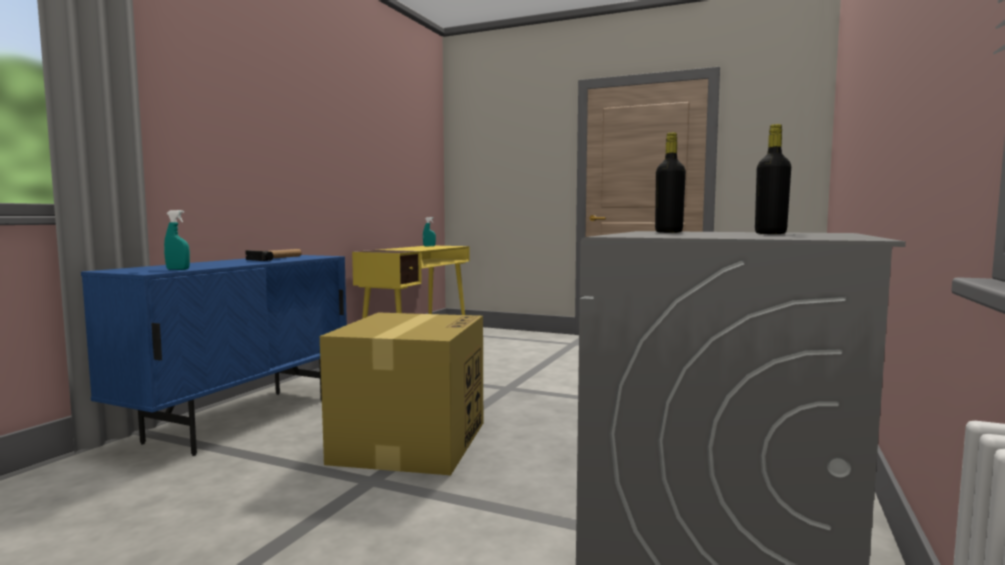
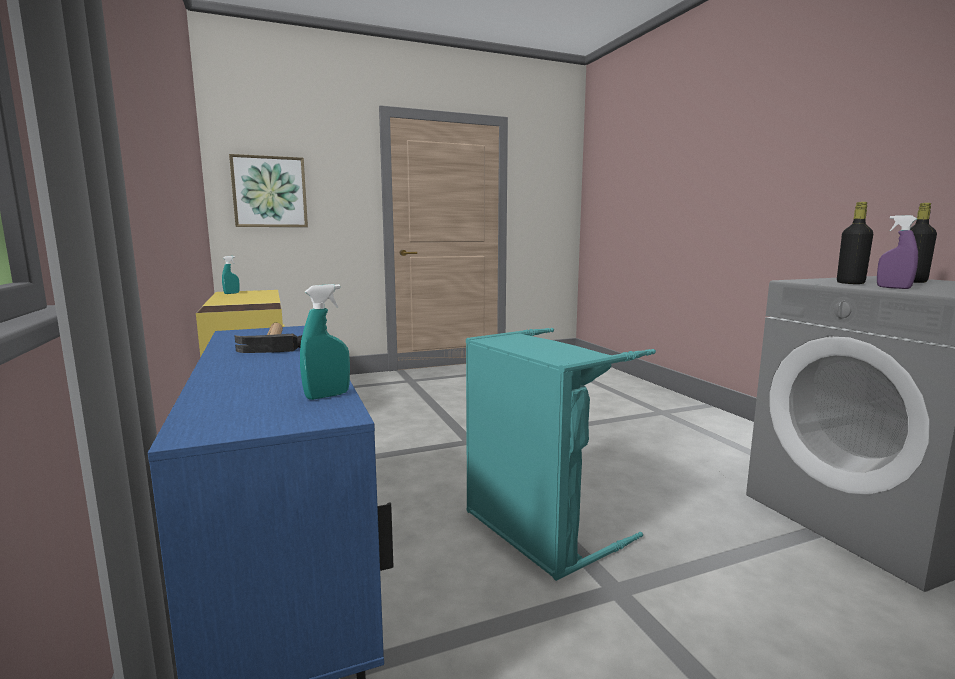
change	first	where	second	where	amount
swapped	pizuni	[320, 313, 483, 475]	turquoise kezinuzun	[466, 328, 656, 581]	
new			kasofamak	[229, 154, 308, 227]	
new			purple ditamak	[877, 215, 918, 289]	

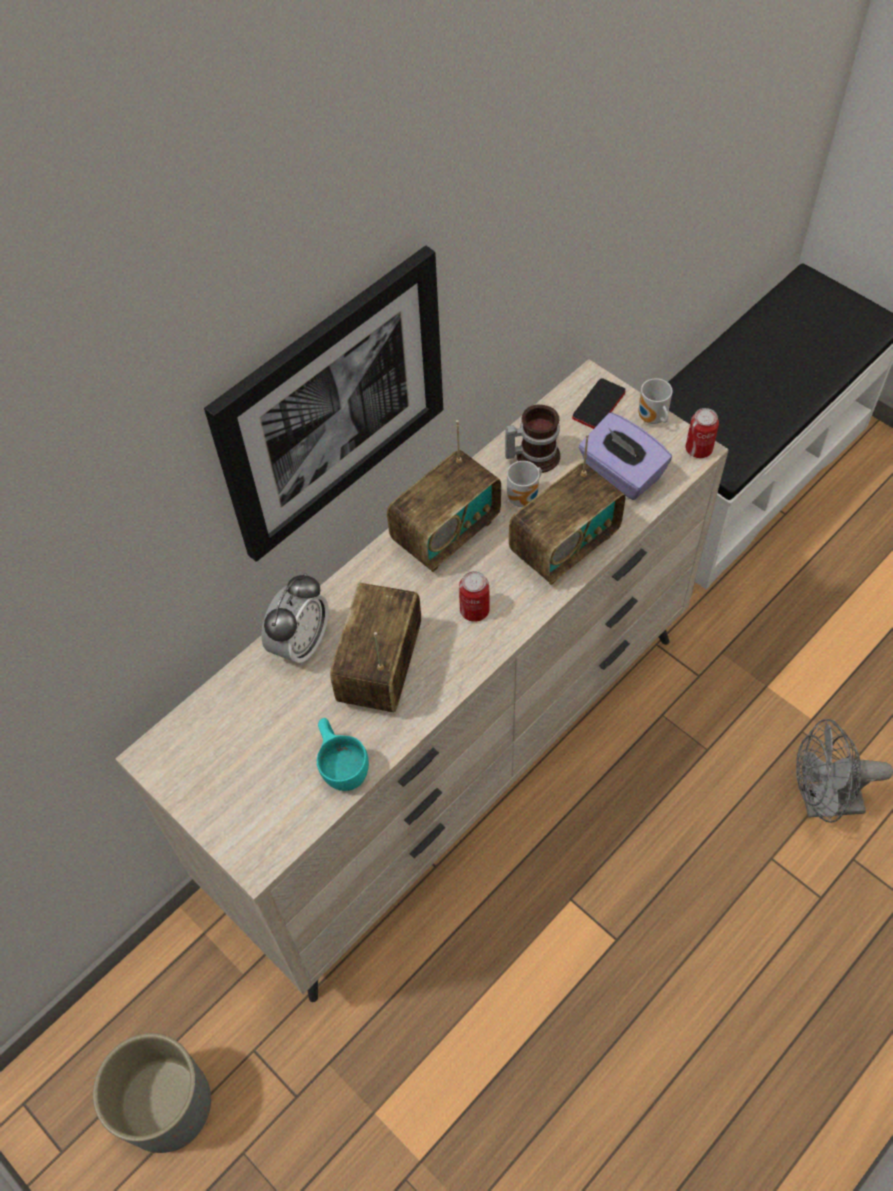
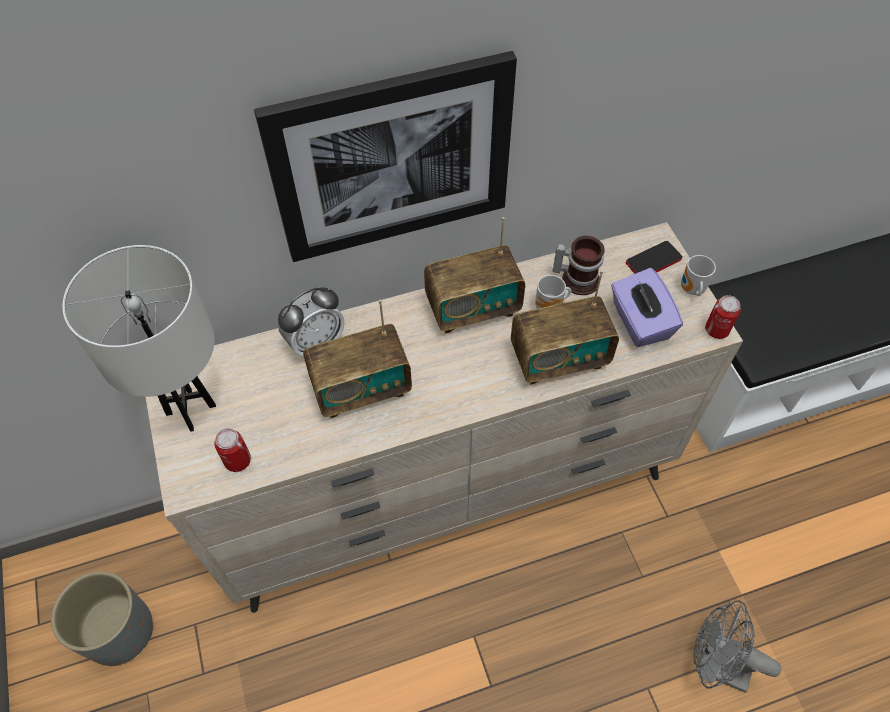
change	first	where	second	where	amount
shifted	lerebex	[459, 571, 490, 622]		[214, 428, 251, 472]	
rotated	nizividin	[330, 583, 421, 712]		[303, 300, 412, 418]	150 degrees counterclockwise
gone	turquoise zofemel	[317, 718, 369, 791]			
new			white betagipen	[63, 245, 216, 432]	

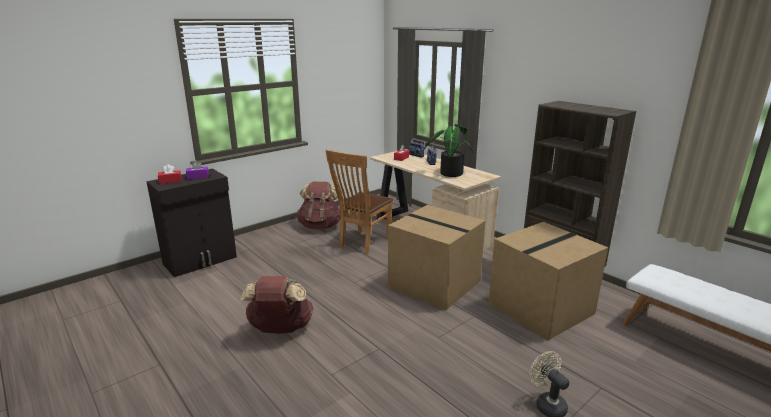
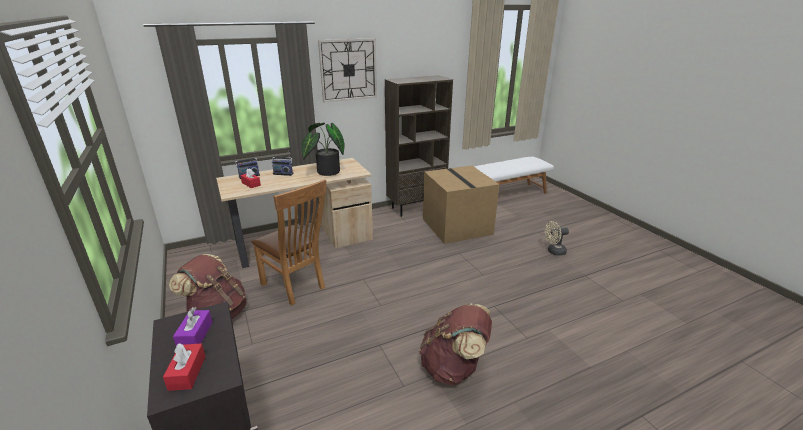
change	first	where	second	where	amount
gone	pizuni	[388, 205, 486, 311]			
new			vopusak	[318, 38, 377, 102]	

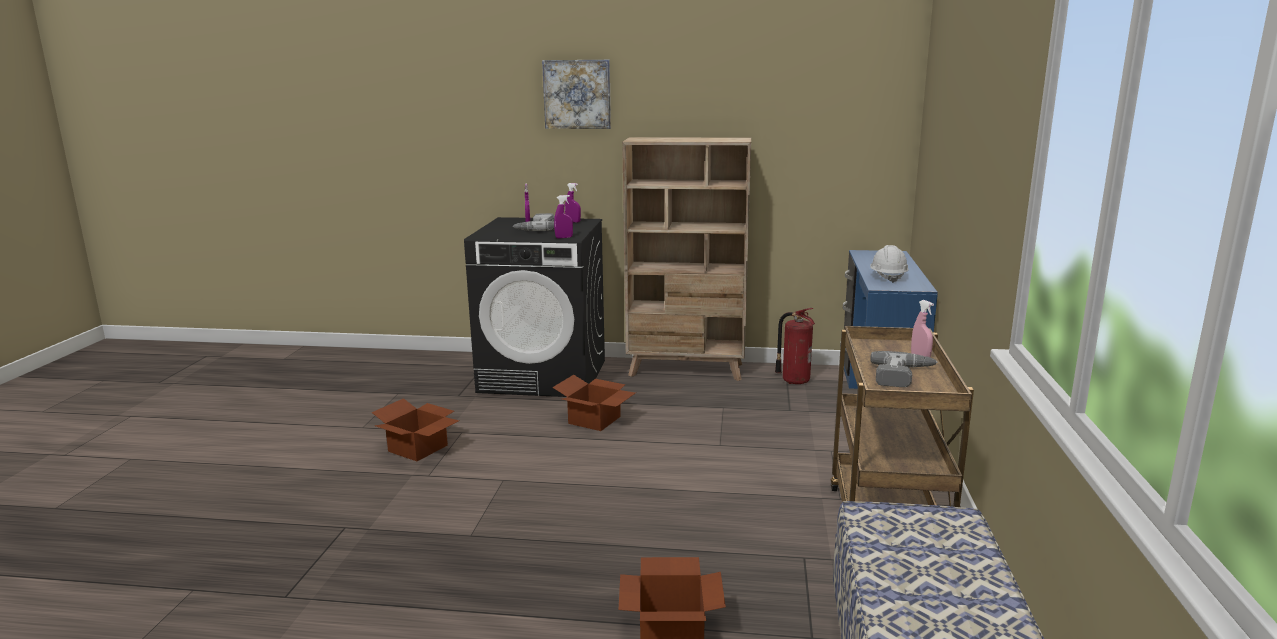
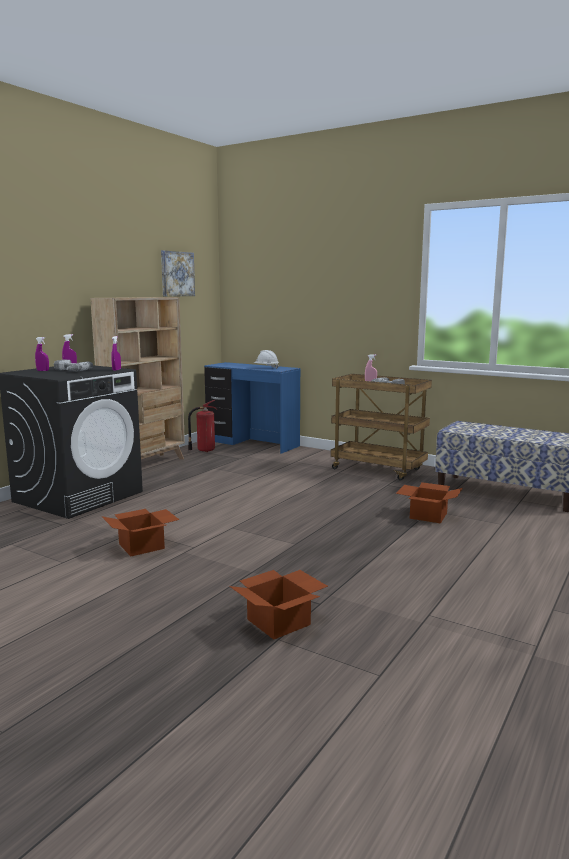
change	first	where	second	where	amount
shifted	kasofamak	[542, 60, 611, 129]		[161, 250, 195, 297]	
shifted	pizuni	[552, 375, 636, 431]		[229, 570, 328, 640]	

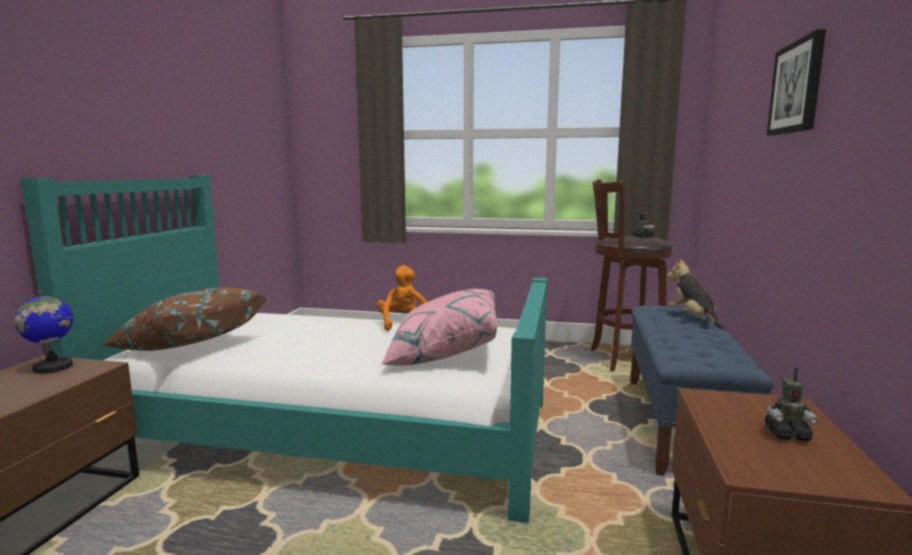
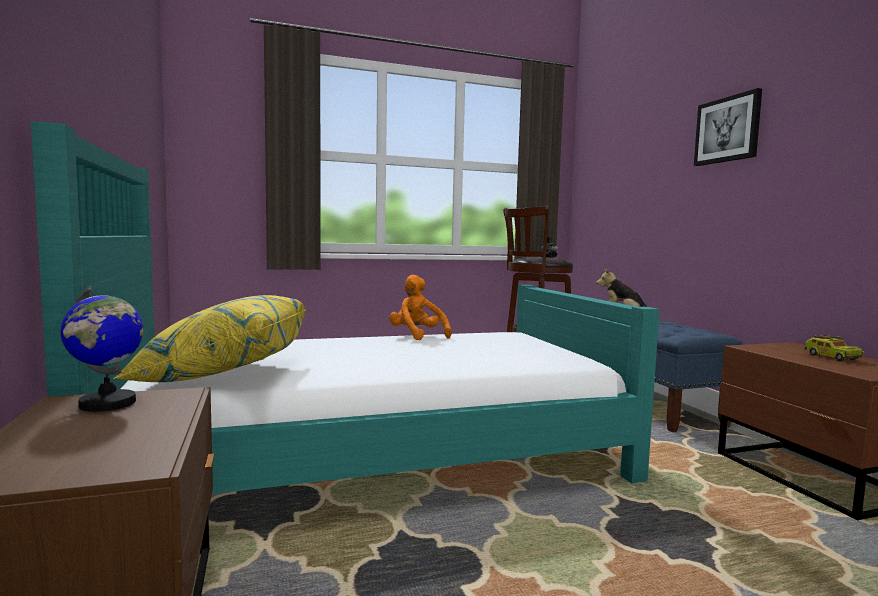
change	first	where	second	where	amount
repainted	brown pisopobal	[102, 287, 269, 351]	yellow pisopobal	[113, 295, 306, 382]	
gone	pink pisopobal	[381, 289, 497, 365]			
swapped	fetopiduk	[765, 367, 818, 441]	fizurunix	[804, 335, 864, 361]	

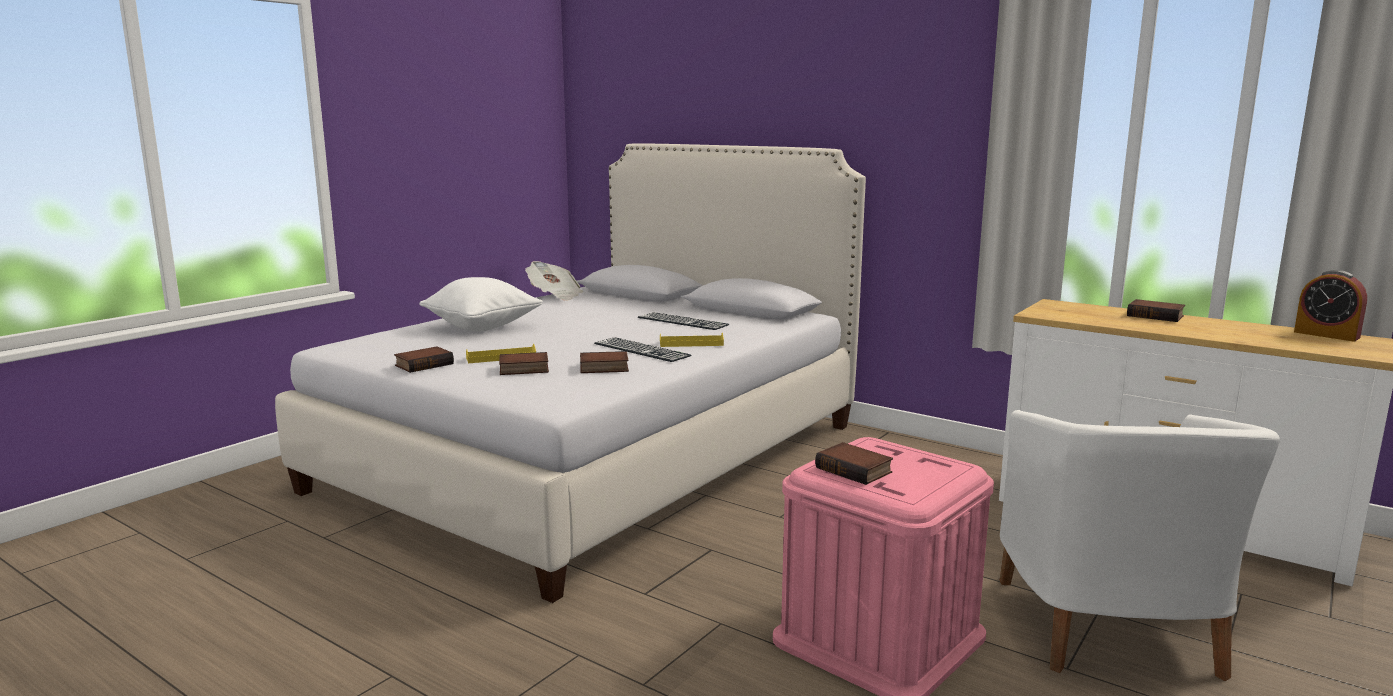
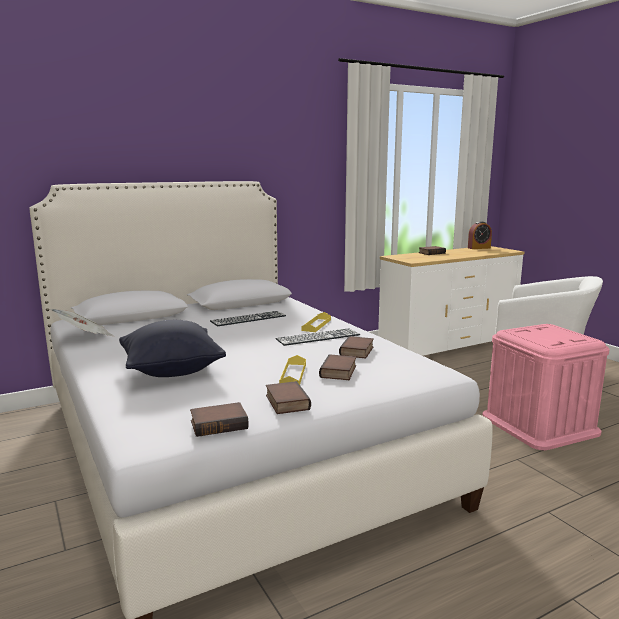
change	first	where	second	where	amount
repainted	white pisopobal	[419, 277, 543, 332]	black pisopobal	[119, 320, 226, 377]	
shifted	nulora	[815, 442, 893, 485]		[190, 402, 249, 437]	

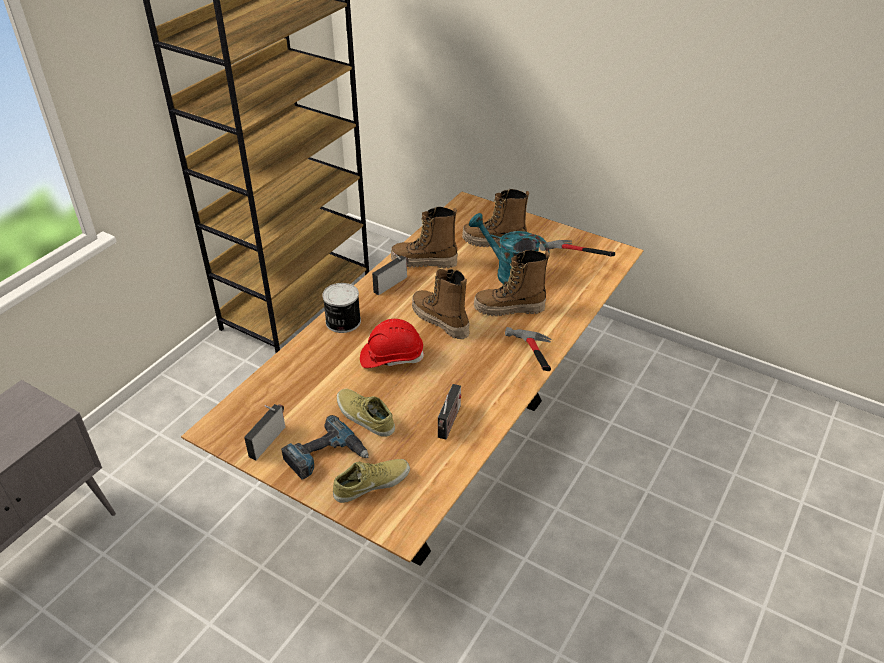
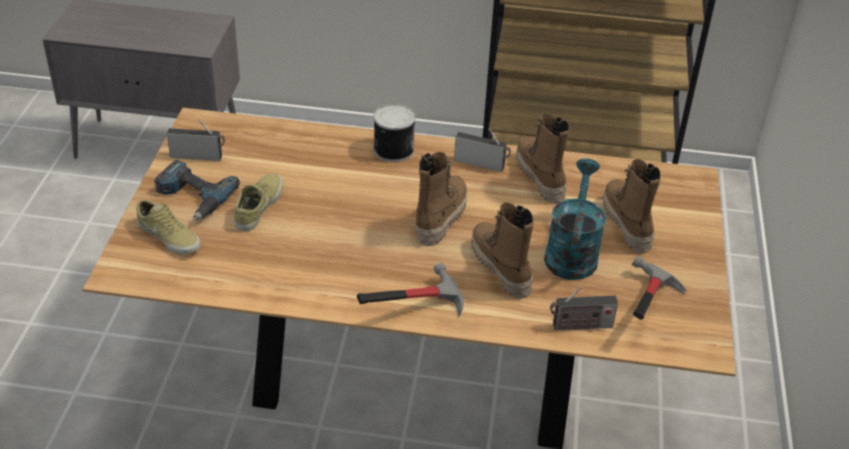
change	first	where	second	where	amount
gone	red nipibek	[360, 319, 424, 368]			
shifted	nizividin	[438, 384, 461, 440]		[550, 286, 618, 331]	

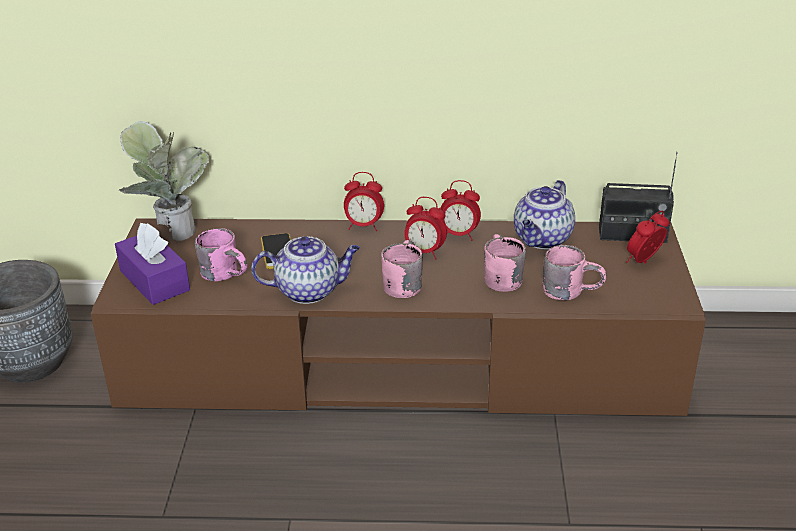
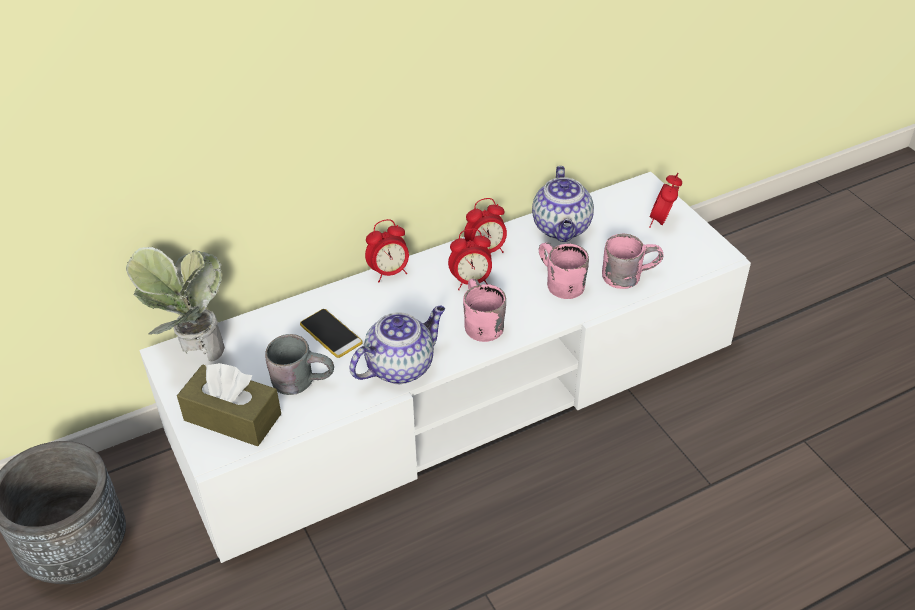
change	first	where	second	where	amount
gone	nizividin	[599, 152, 678, 243]			
repainted	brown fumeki	[91, 218, 706, 416]	white fumeki	[139, 172, 751, 563]	
repainted	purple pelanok	[115, 223, 190, 305]	brown pelanok	[177, 363, 281, 446]	
repainted	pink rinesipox	[195, 228, 247, 281]	grey rinesipox	[265, 334, 334, 395]	

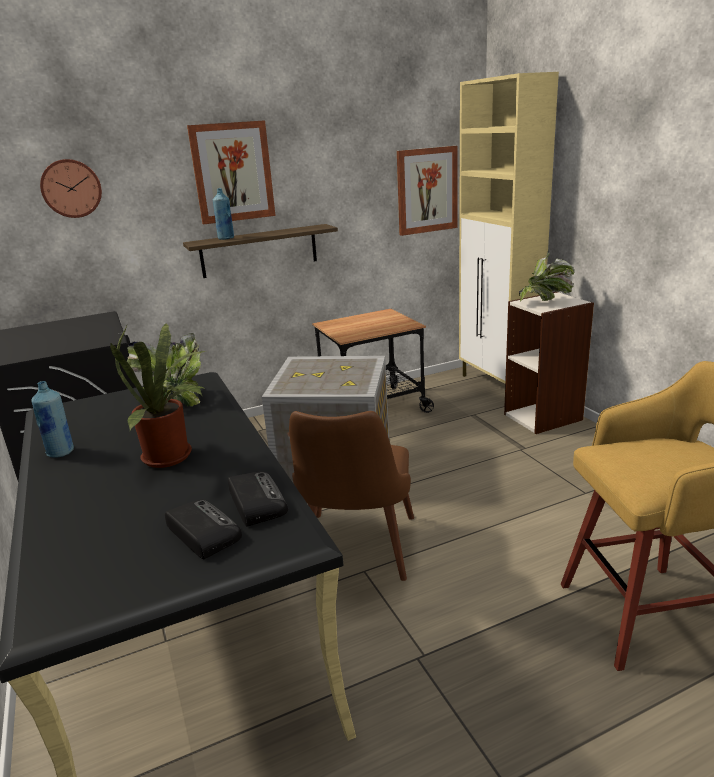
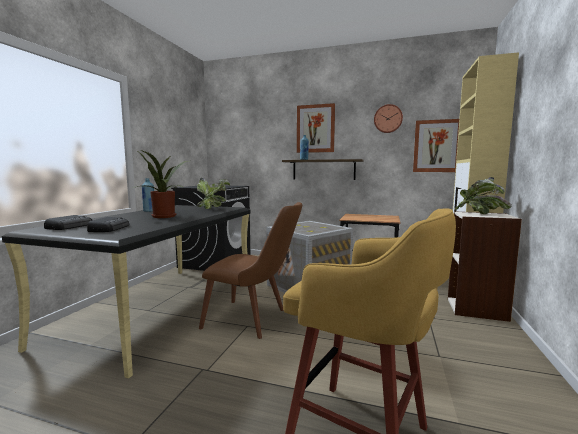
change	first	where	second	where	amount
shifted	vopusak	[40, 159, 102, 218]		[374, 104, 403, 133]	
rotated	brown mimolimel	[289, 411, 414, 581]		[199, 202, 302, 339]	120 degrees counterclockwise
shifted	nizividin	[228, 471, 288, 527]		[44, 215, 92, 230]	

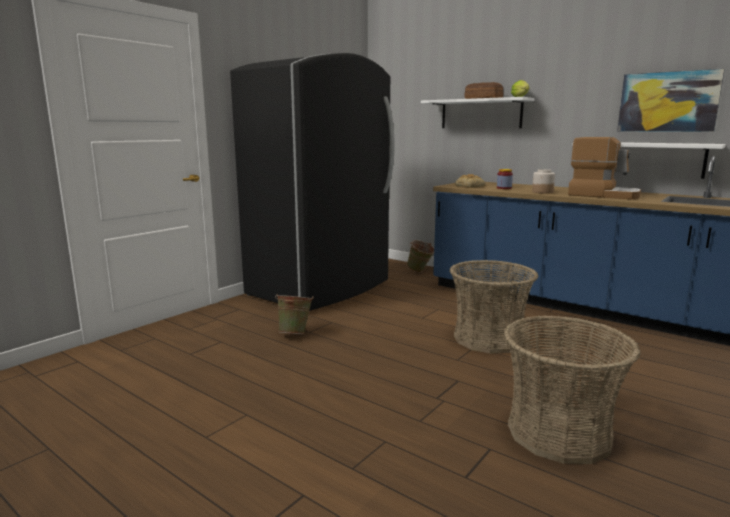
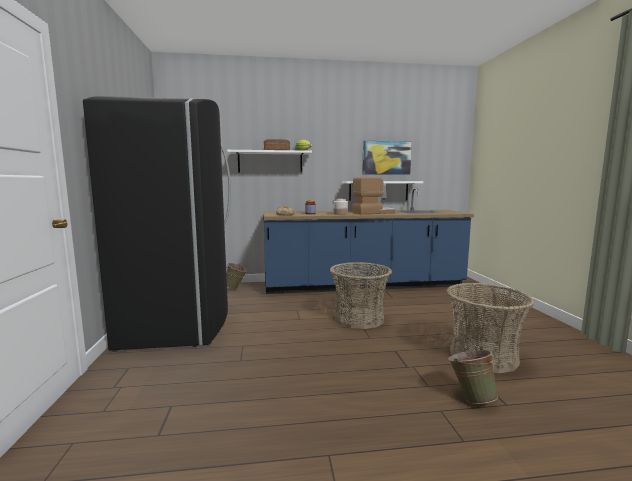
change	first	where	second	where	amount
shifted	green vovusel	[275, 294, 314, 334]		[448, 347, 498, 404]	

